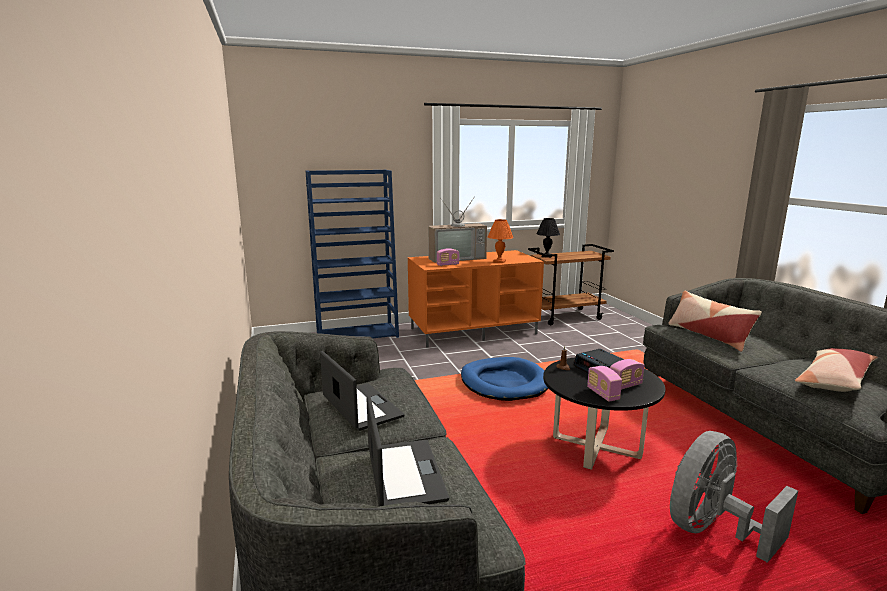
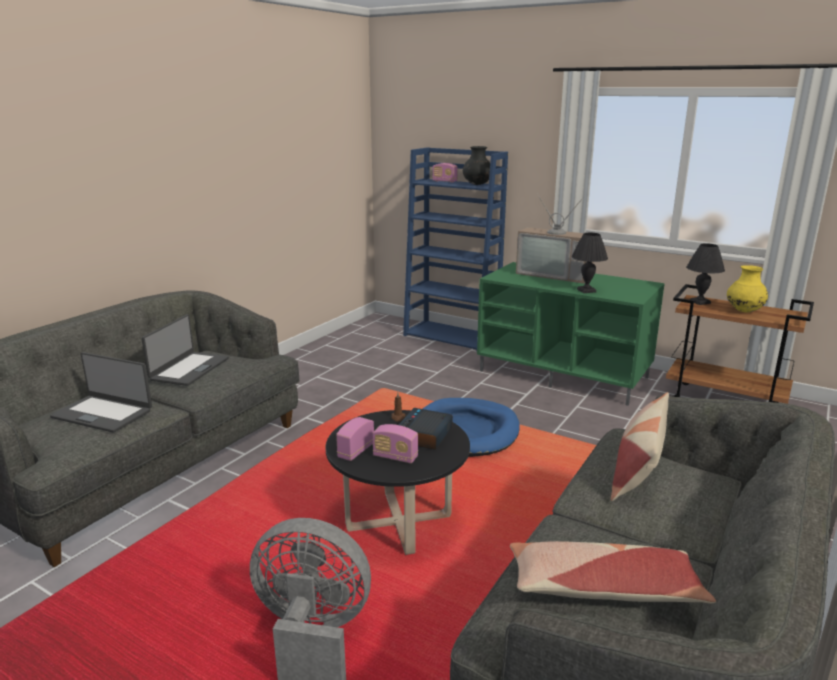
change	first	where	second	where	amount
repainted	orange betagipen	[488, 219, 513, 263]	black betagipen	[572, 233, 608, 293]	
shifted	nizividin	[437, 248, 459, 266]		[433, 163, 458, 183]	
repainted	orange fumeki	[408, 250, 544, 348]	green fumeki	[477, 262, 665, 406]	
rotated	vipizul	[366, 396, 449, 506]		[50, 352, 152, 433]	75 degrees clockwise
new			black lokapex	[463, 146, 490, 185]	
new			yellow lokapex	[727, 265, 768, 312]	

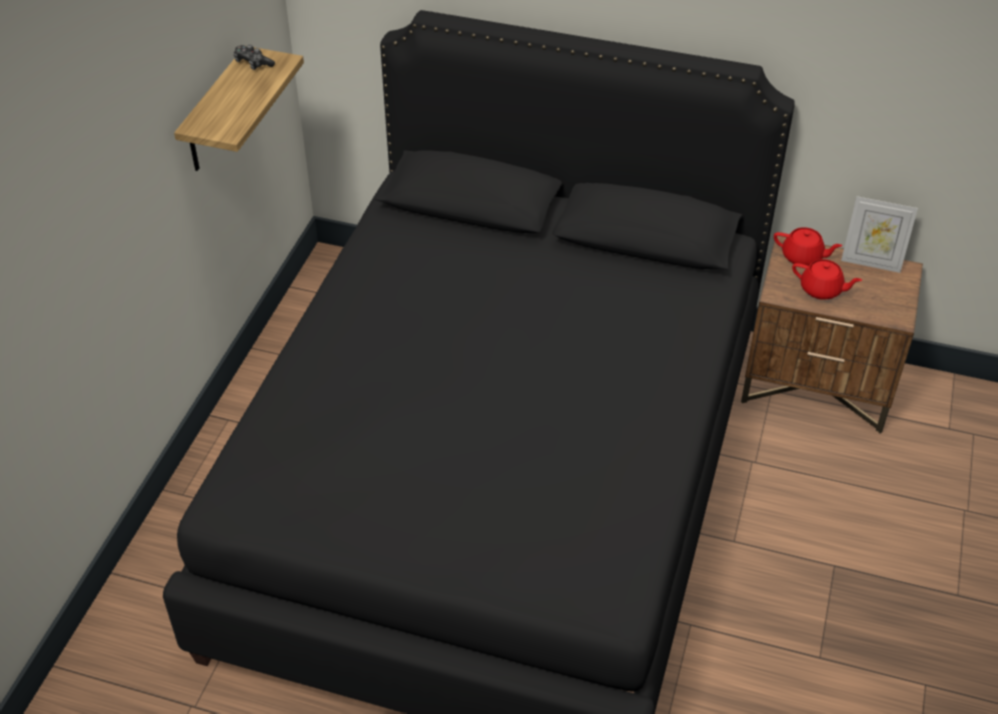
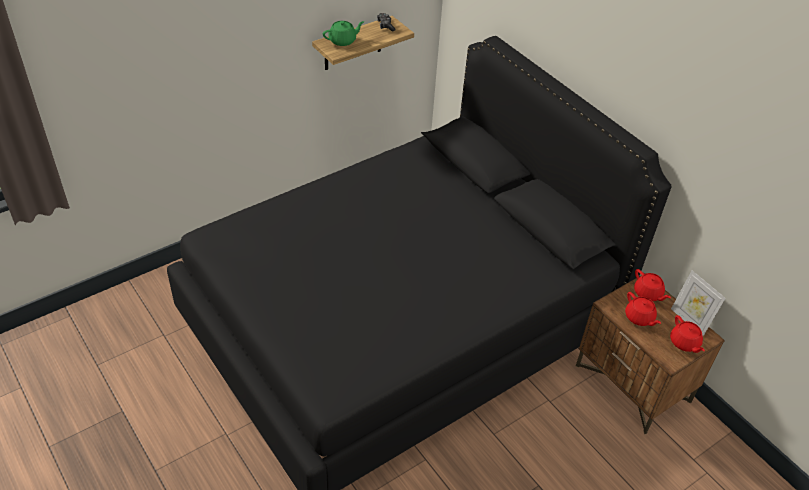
change	first	where	second	where	amount
new			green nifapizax	[323, 21, 364, 46]	
new			red nifapizax	[670, 315, 705, 353]	

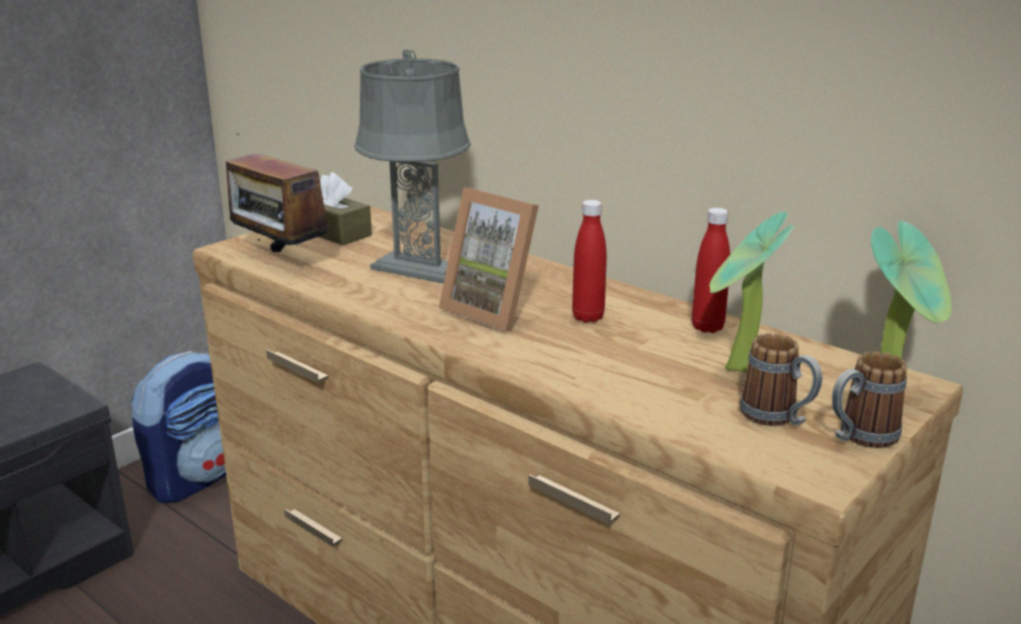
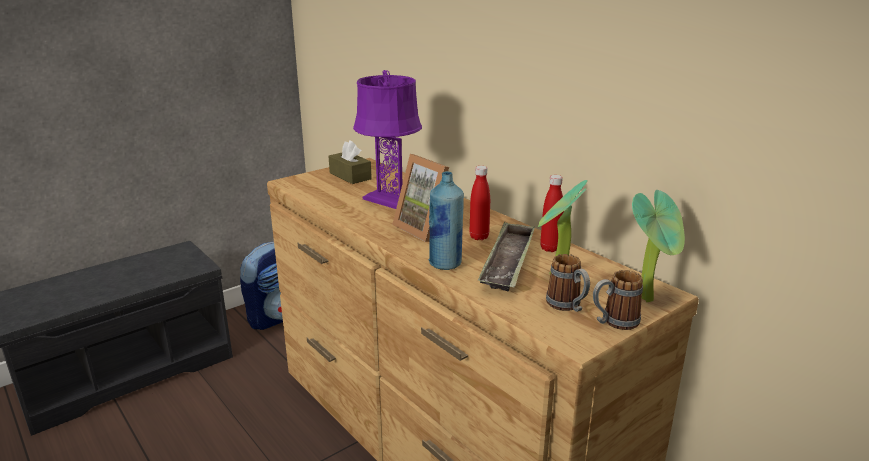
change	first	where	second	where	amount
repainted	grey betagipen	[354, 49, 471, 284]	purple betagipen	[353, 70, 422, 209]	
gone	nizividin	[226, 134, 329, 252]			
new			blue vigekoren	[429, 171, 464, 270]	
new			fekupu	[478, 222, 535, 292]	

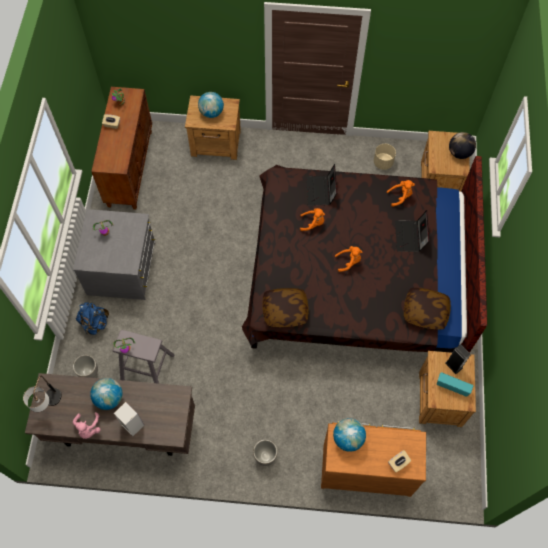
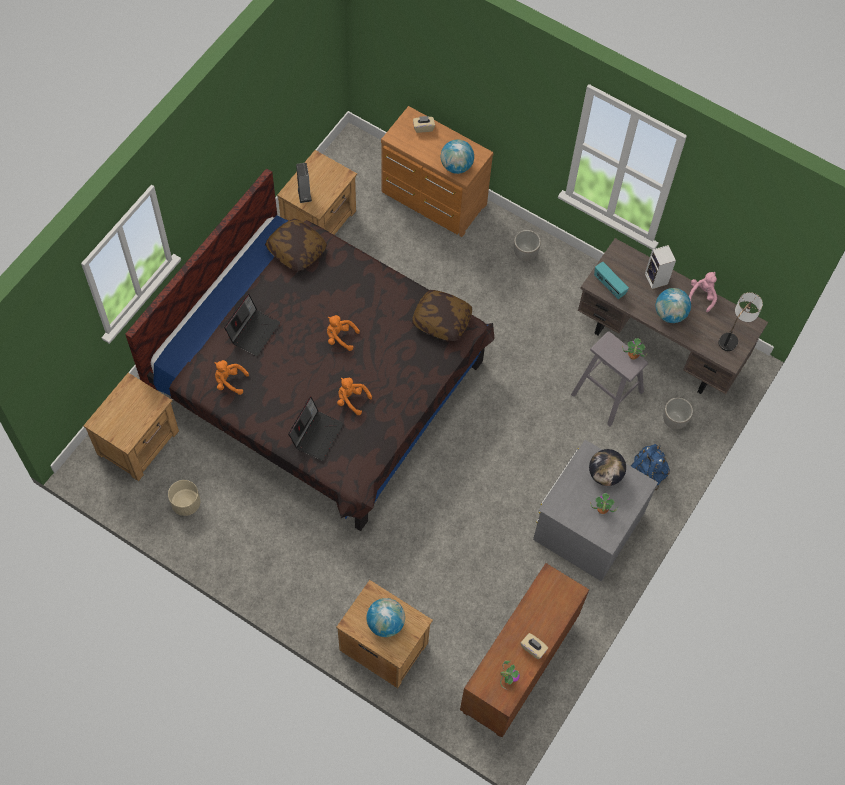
change	first	where	second	where	amount
shifted	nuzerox	[449, 132, 476, 159]		[589, 449, 626, 486]	
shifted	nizividin	[437, 373, 473, 397]		[594, 262, 629, 299]	

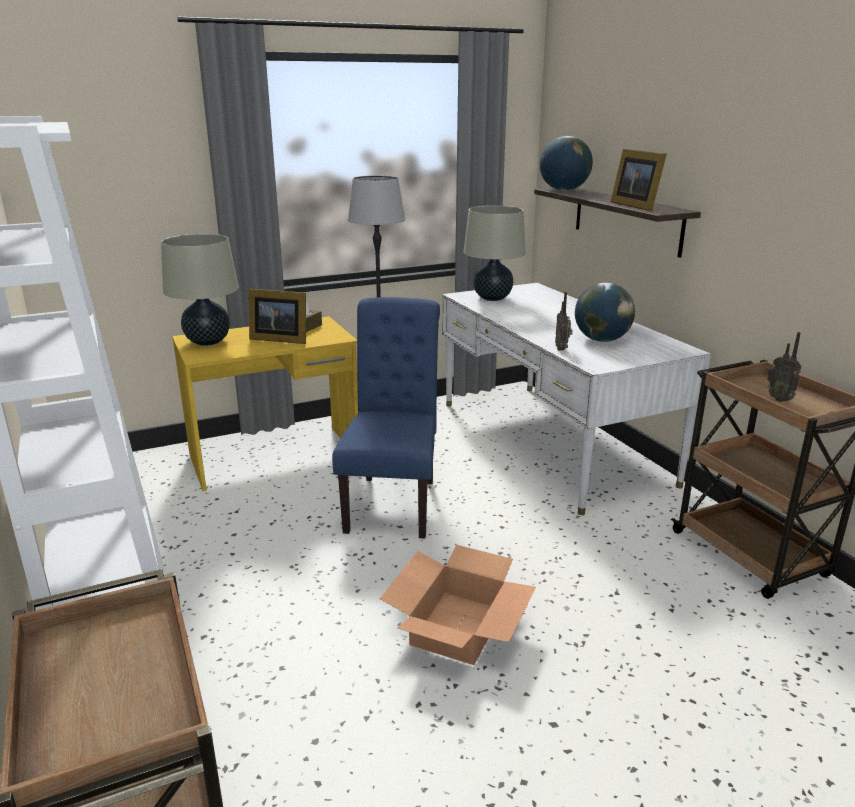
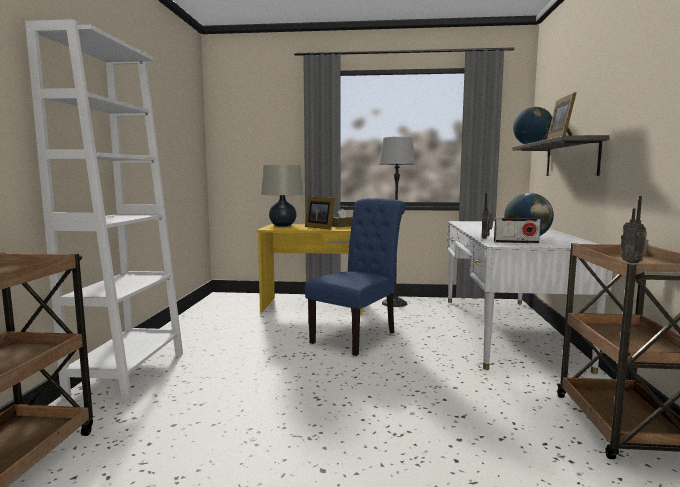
change	first	where	second	where	amount
gone	beige betagipen	[463, 205, 526, 301]			
gone	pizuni	[380, 545, 536, 665]			
new			nizividin	[494, 218, 541, 243]	

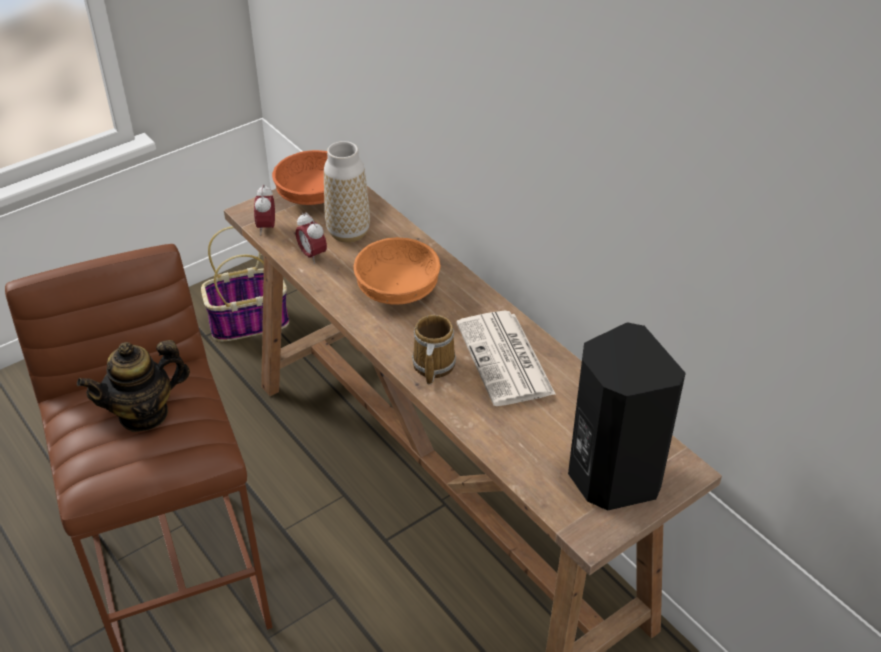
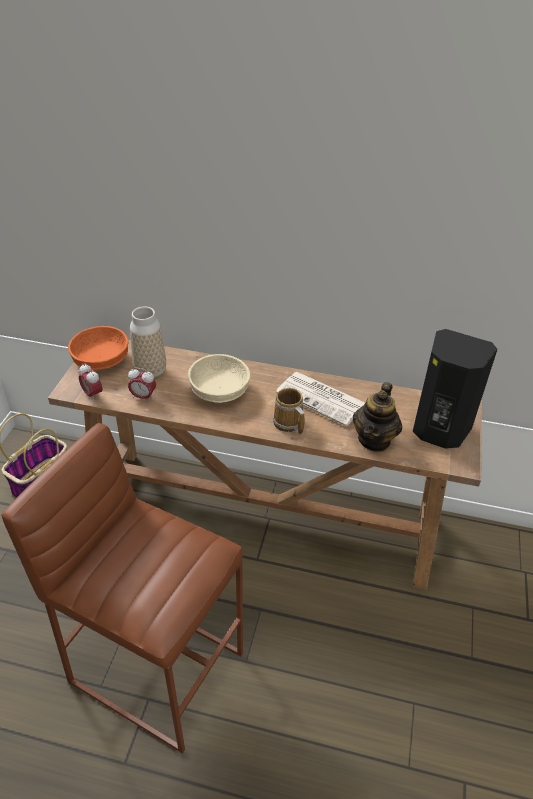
change	first	where	second	where	amount
repainted	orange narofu	[353, 237, 441, 304]	beige narofu	[188, 354, 250, 403]	
shifted	nifapizax	[77, 340, 190, 432]		[353, 382, 402, 452]	

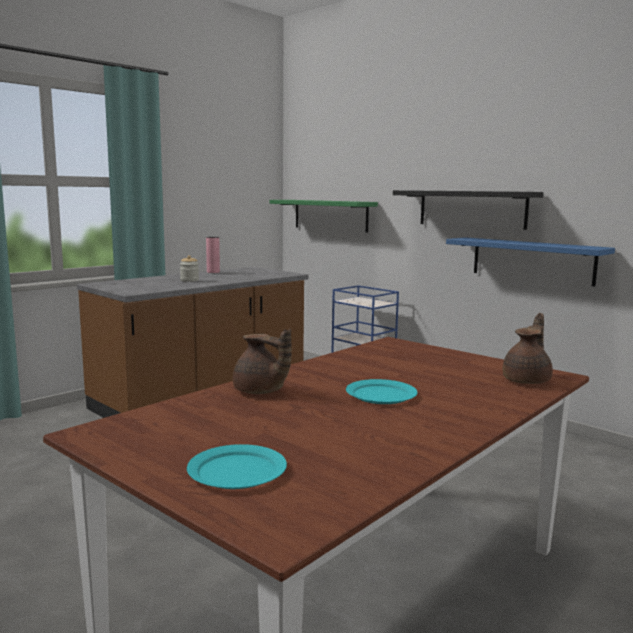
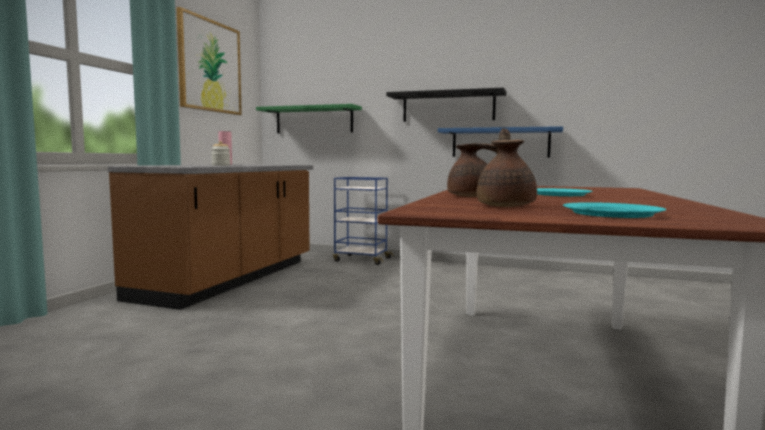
change	first	where	second	where	amount
shifted	brown nifapizax	[503, 313, 553, 384]		[477, 128, 537, 207]	
new			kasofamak	[176, 7, 242, 115]	

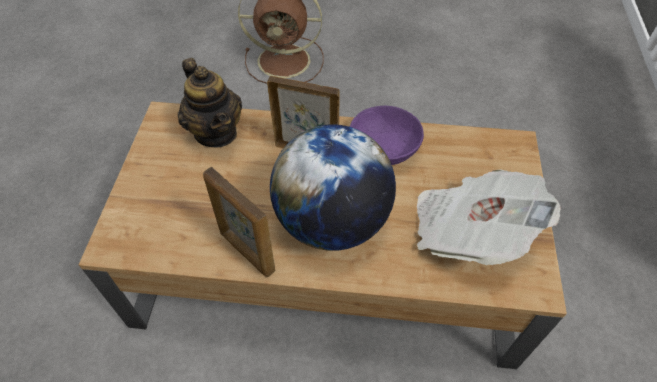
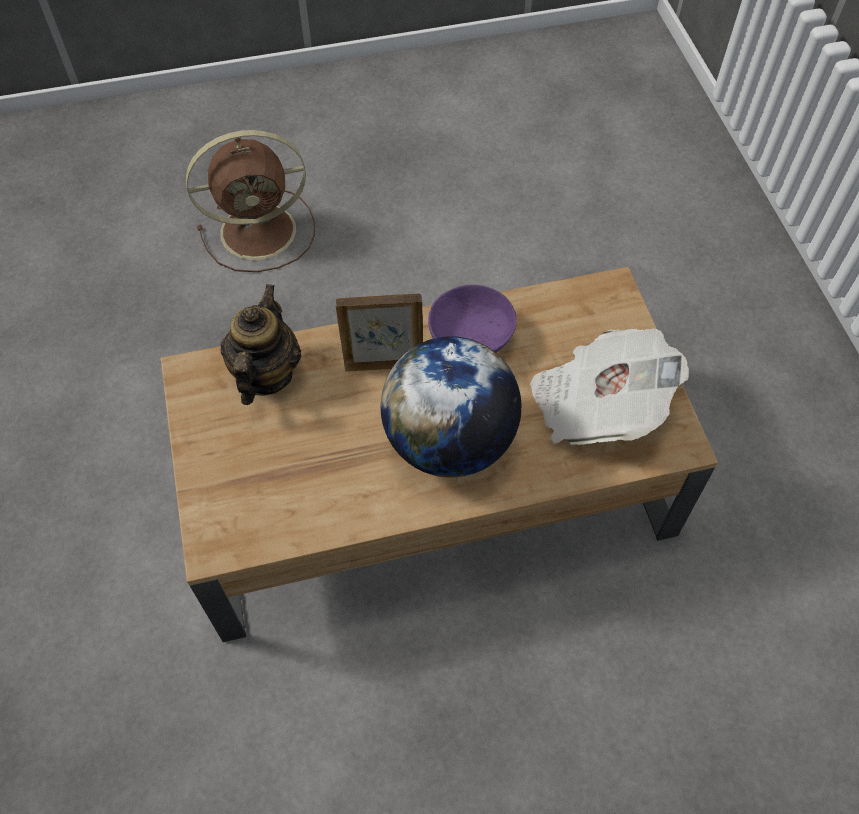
change	first	where	second	where	amount
rotated	nifapizax	[178, 58, 242, 147]		[220, 284, 301, 405]	120 degrees counterclockwise
gone	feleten	[203, 167, 275, 277]			

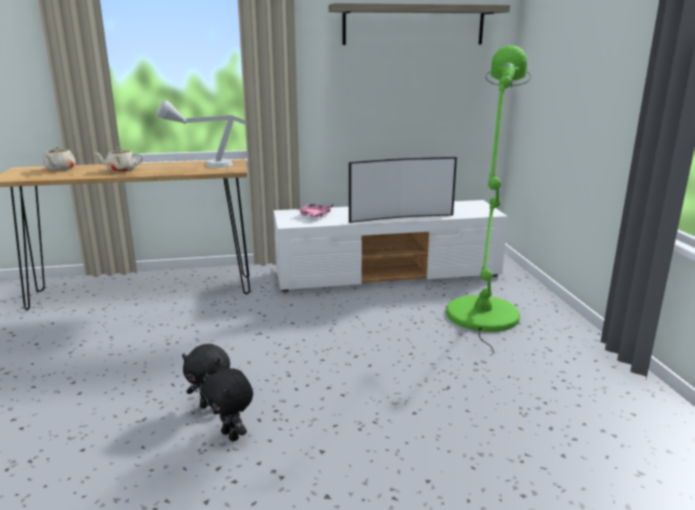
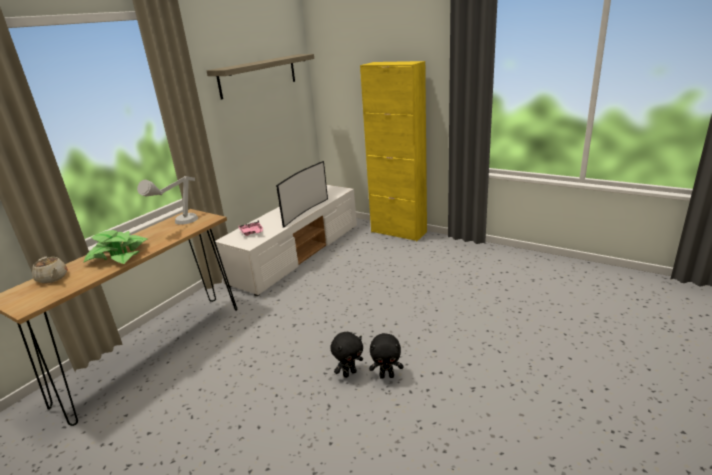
change	first	where	second	where	amount
gone	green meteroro	[446, 45, 531, 356]			
swapped	beige nifapizax	[94, 147, 143, 172]	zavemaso	[83, 230, 148, 264]	
new			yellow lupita	[360, 61, 427, 241]	

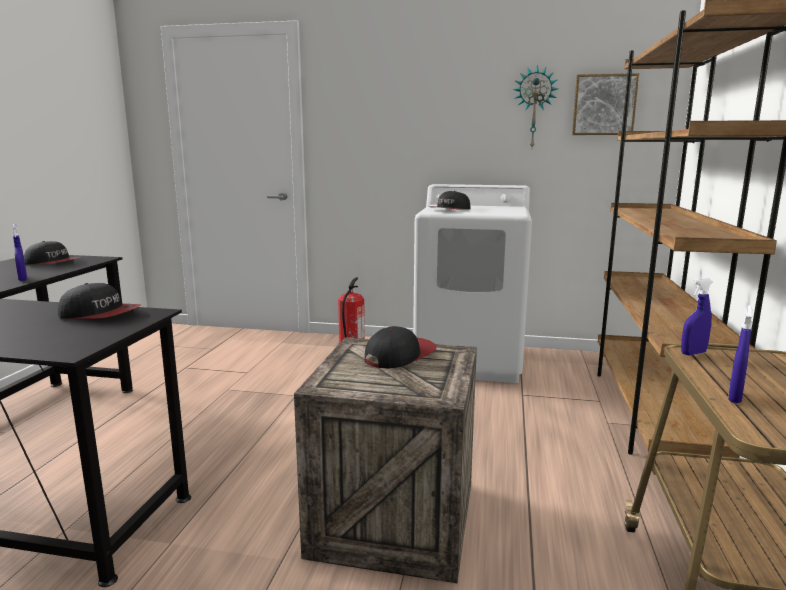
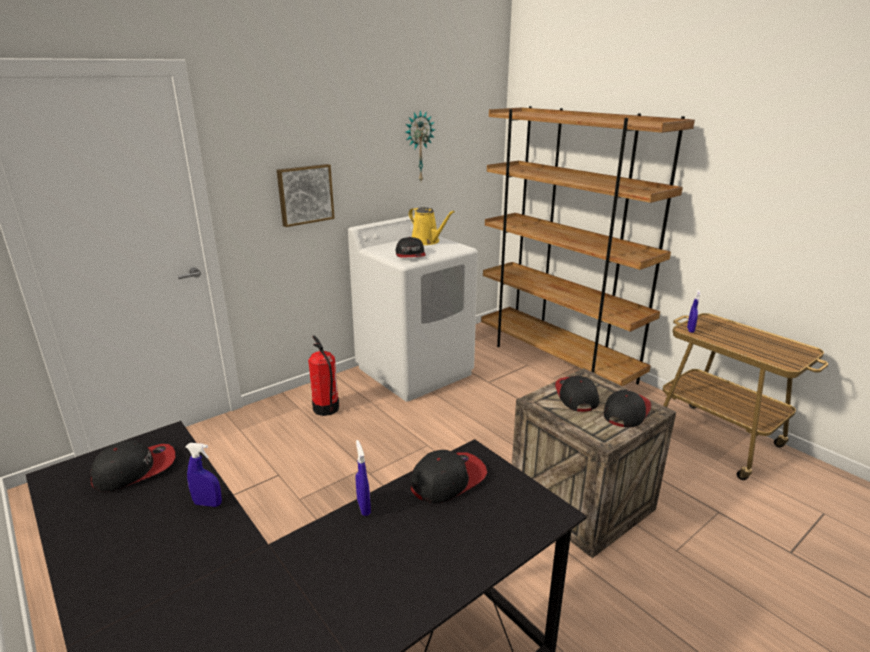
change	first	where	second	where	amount
shifted	kasofamak	[572, 73, 639, 135]		[277, 164, 335, 227]	
shifted	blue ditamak	[728, 306, 752, 403]		[356, 440, 371, 516]	
new			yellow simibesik	[408, 207, 455, 245]	
new			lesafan	[604, 390, 651, 427]	

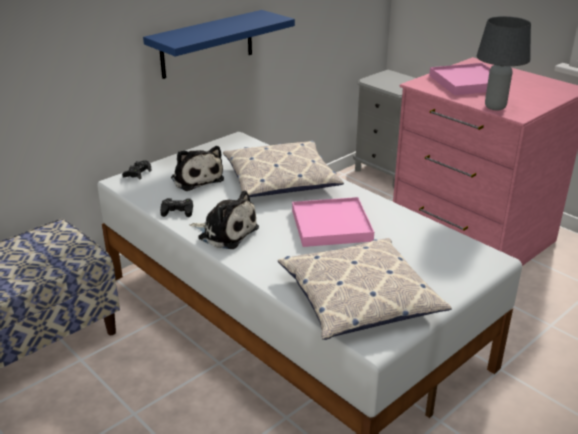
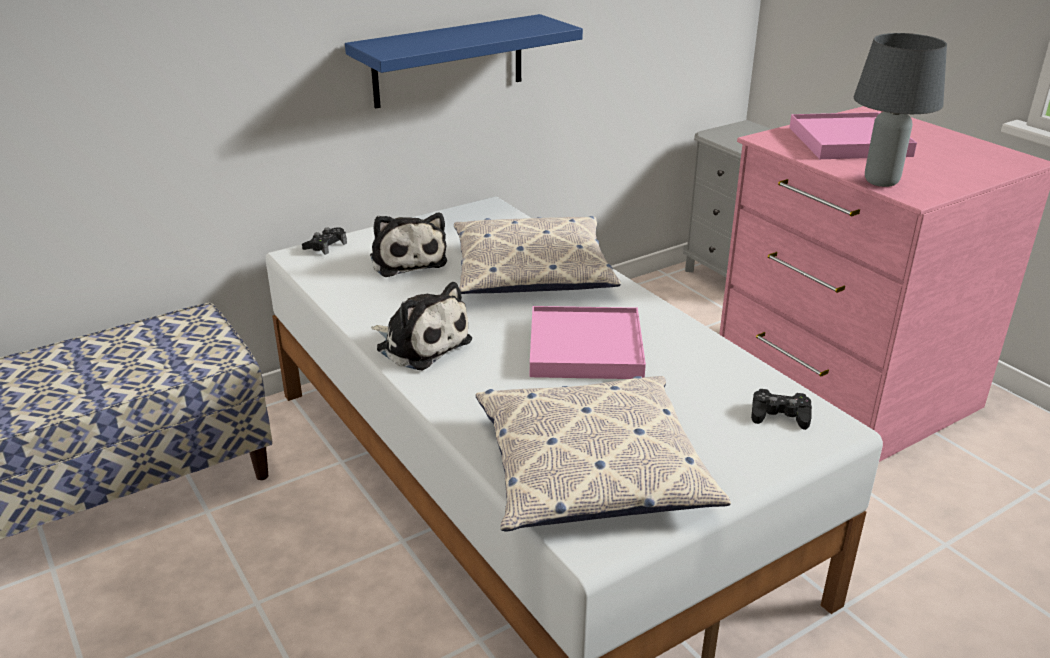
change	first	where	second	where	amount
shifted	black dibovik	[160, 198, 193, 217]		[751, 389, 812, 430]	

